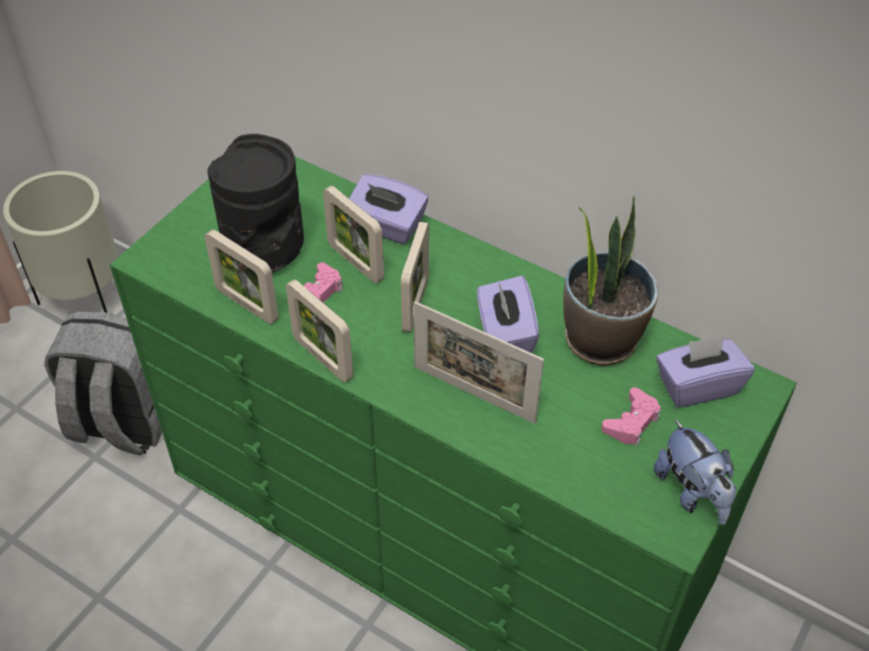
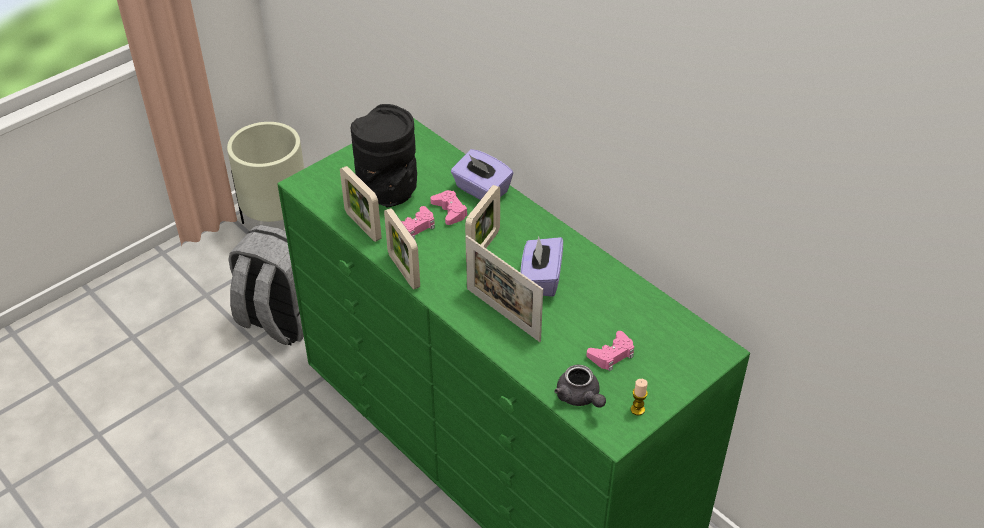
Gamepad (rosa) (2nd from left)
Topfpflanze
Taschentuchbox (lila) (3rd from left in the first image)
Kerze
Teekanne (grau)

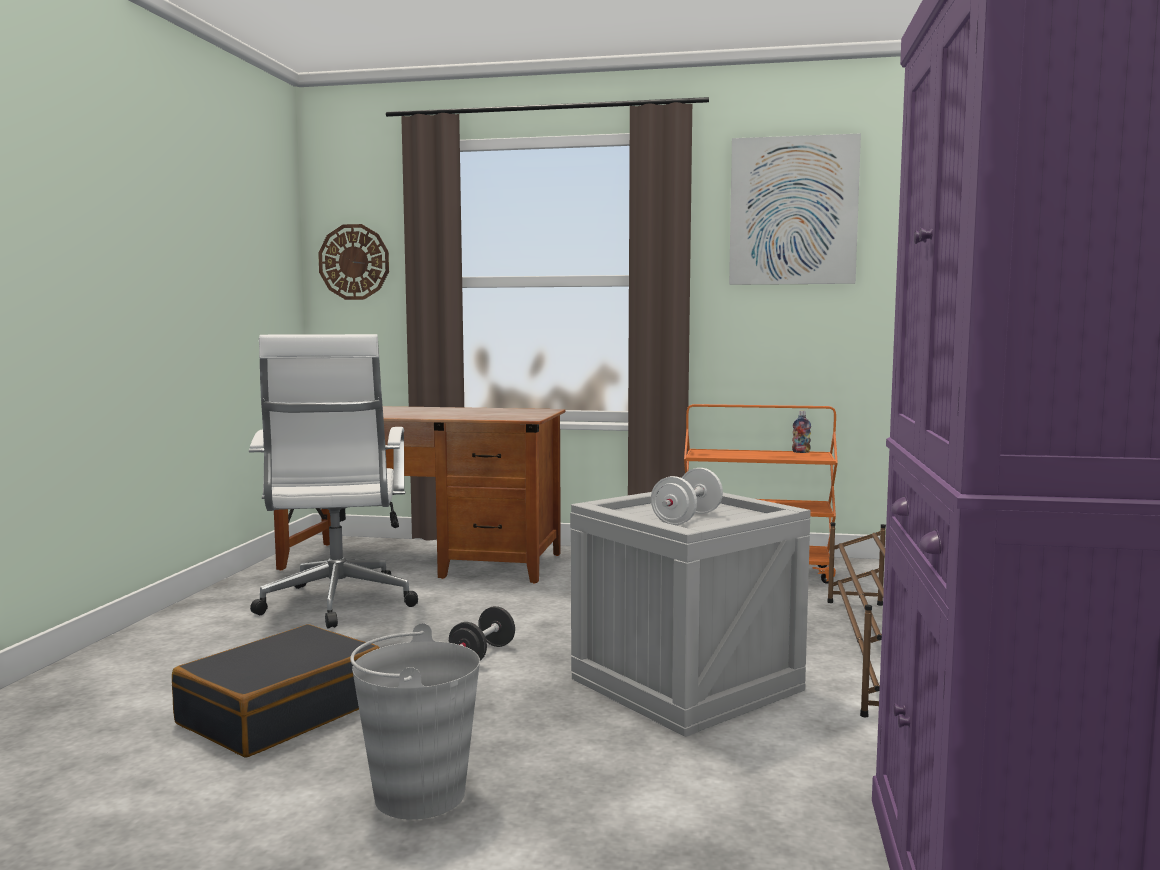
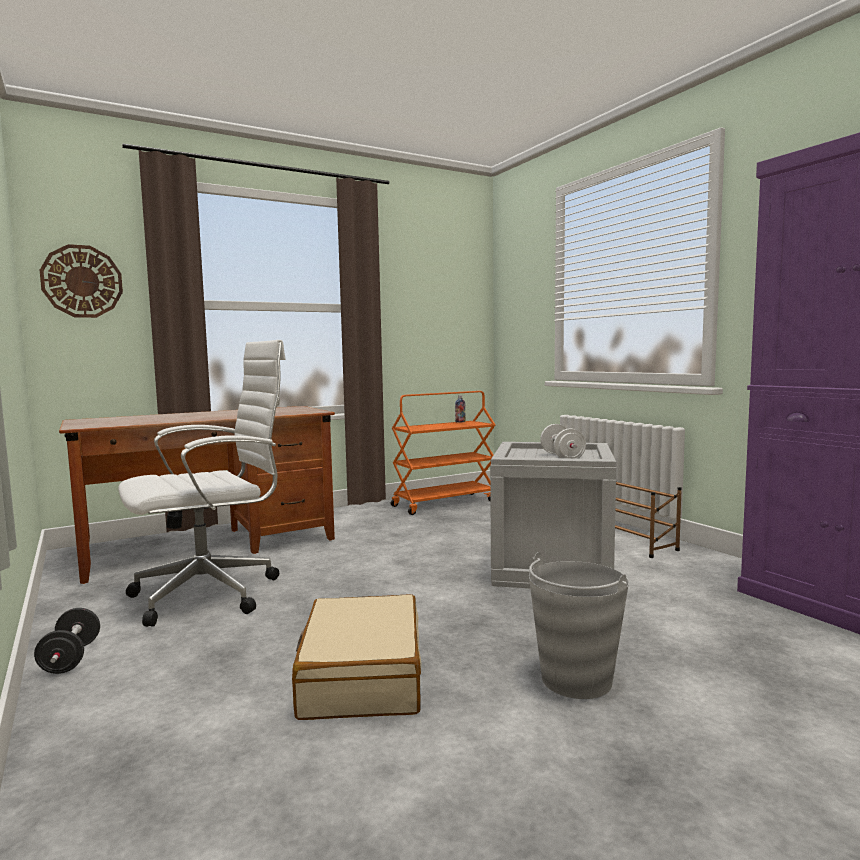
Bild
Bürostuhl (weiß)
Hantel (schwarz)
Koffer (beige)

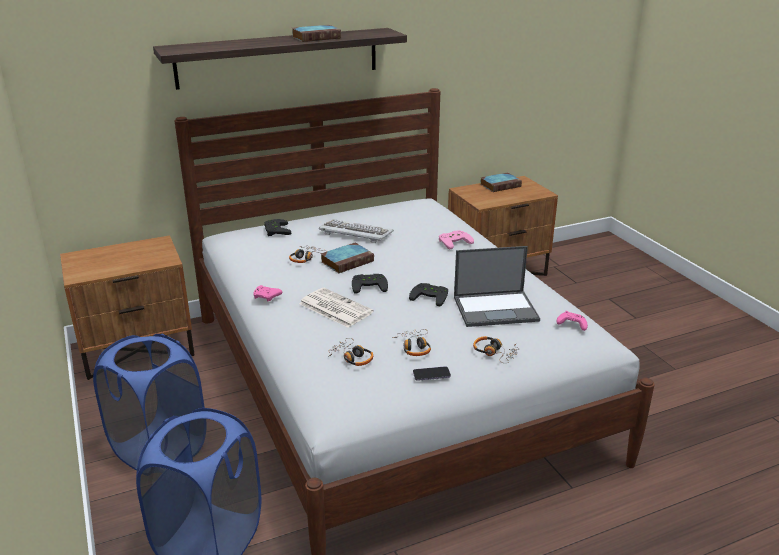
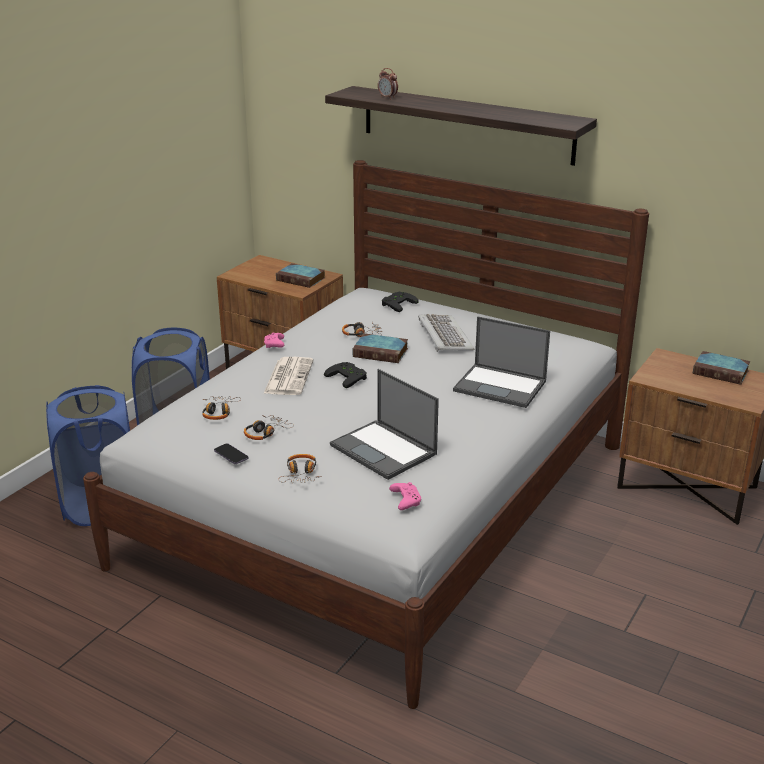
Buch (1st from left)
Laptop (2nd from left)
Gamepad (schwarz) (3rd from left in the first image)
Wecker

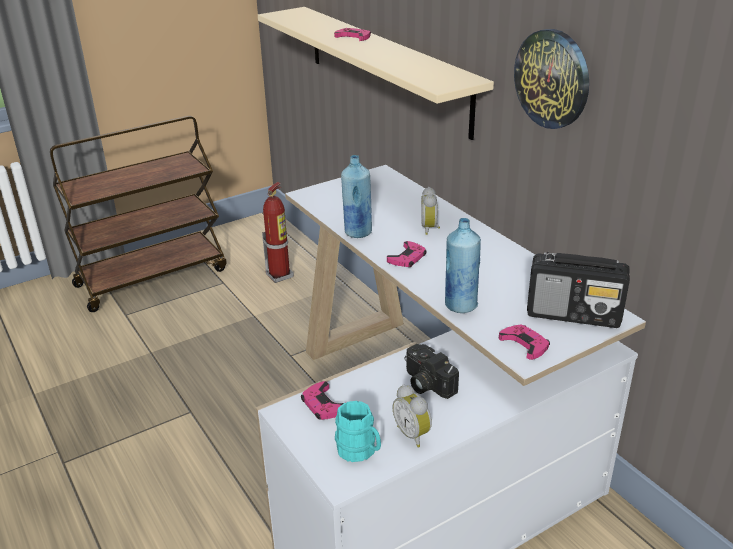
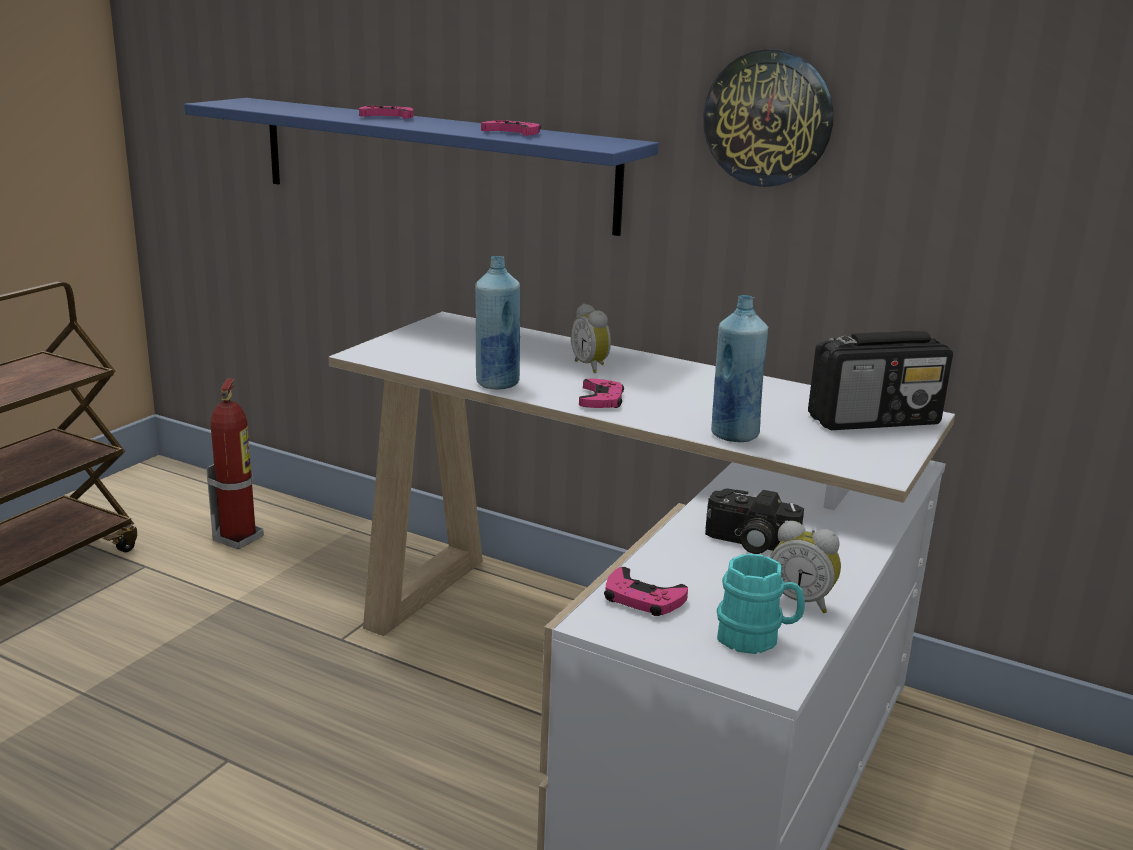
Wandregal (blau)
Gamepad (rosa) (2nd from left)

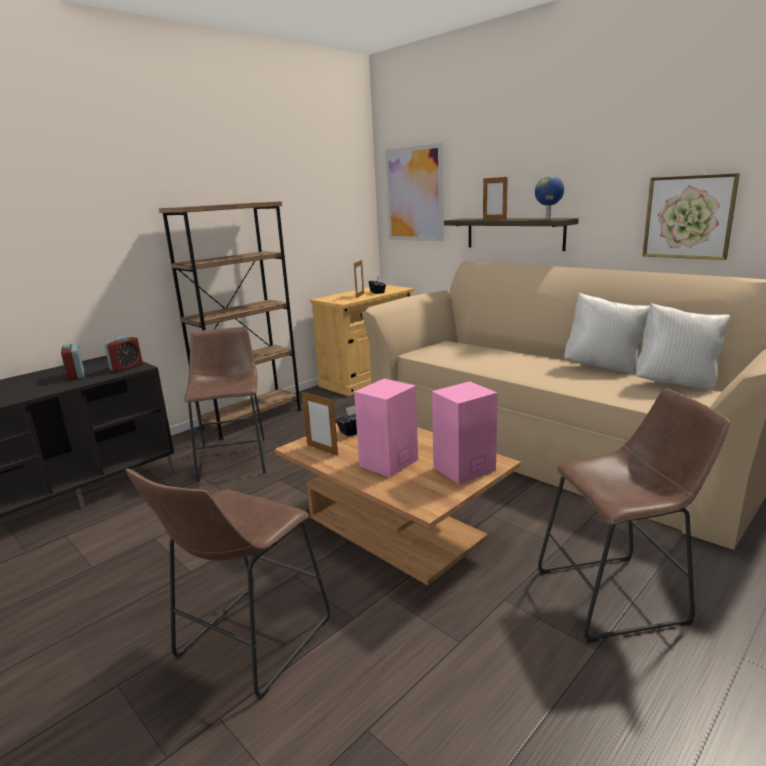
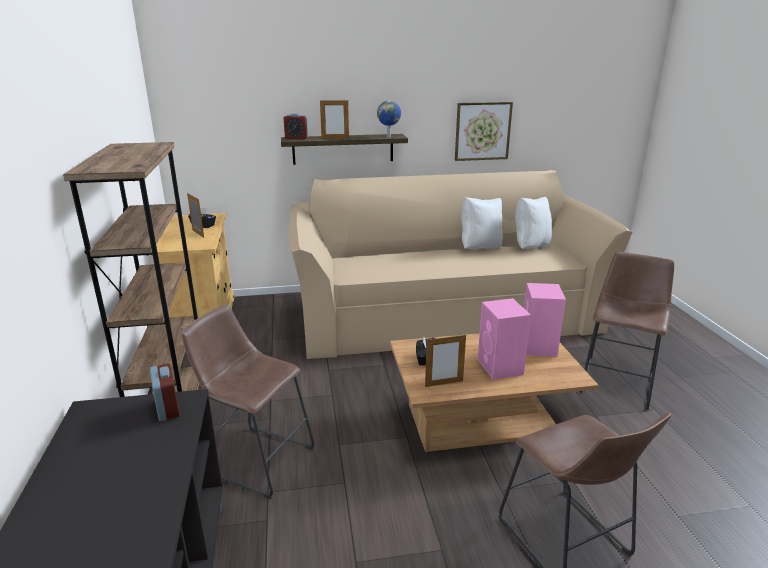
Bild (1st from left in the first image)
Wecker (2nd from left)

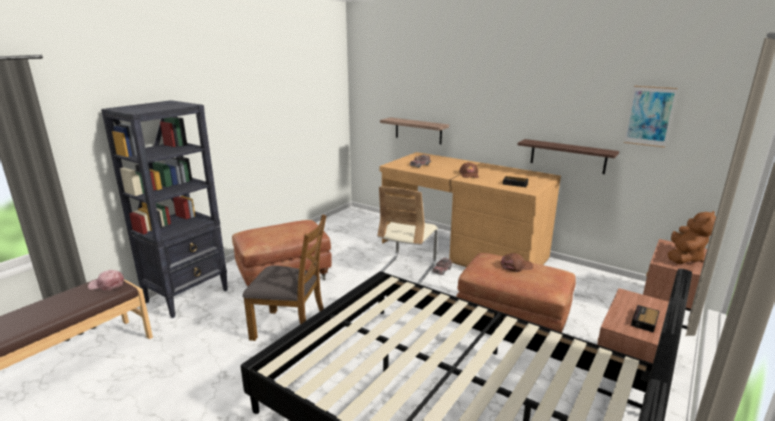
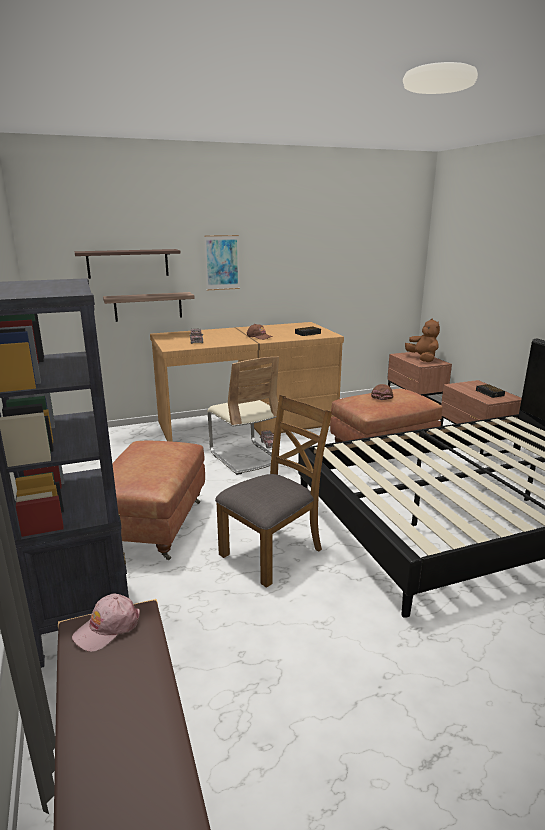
Bild
Wandregal (1st from left)

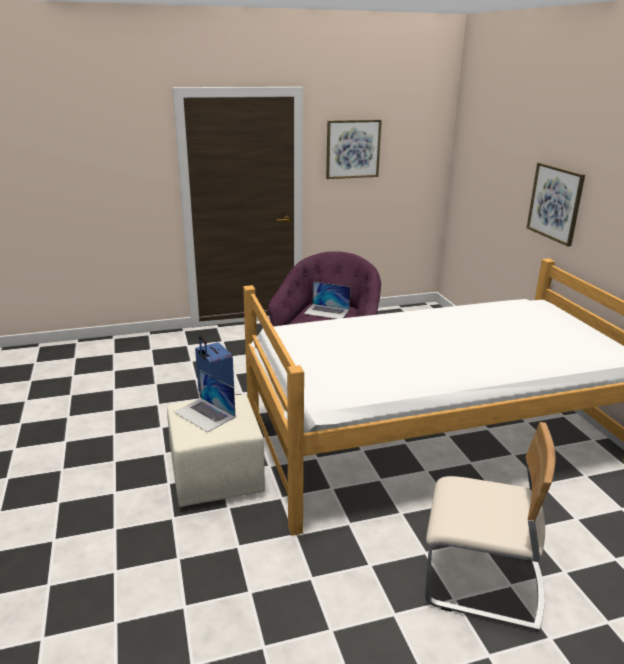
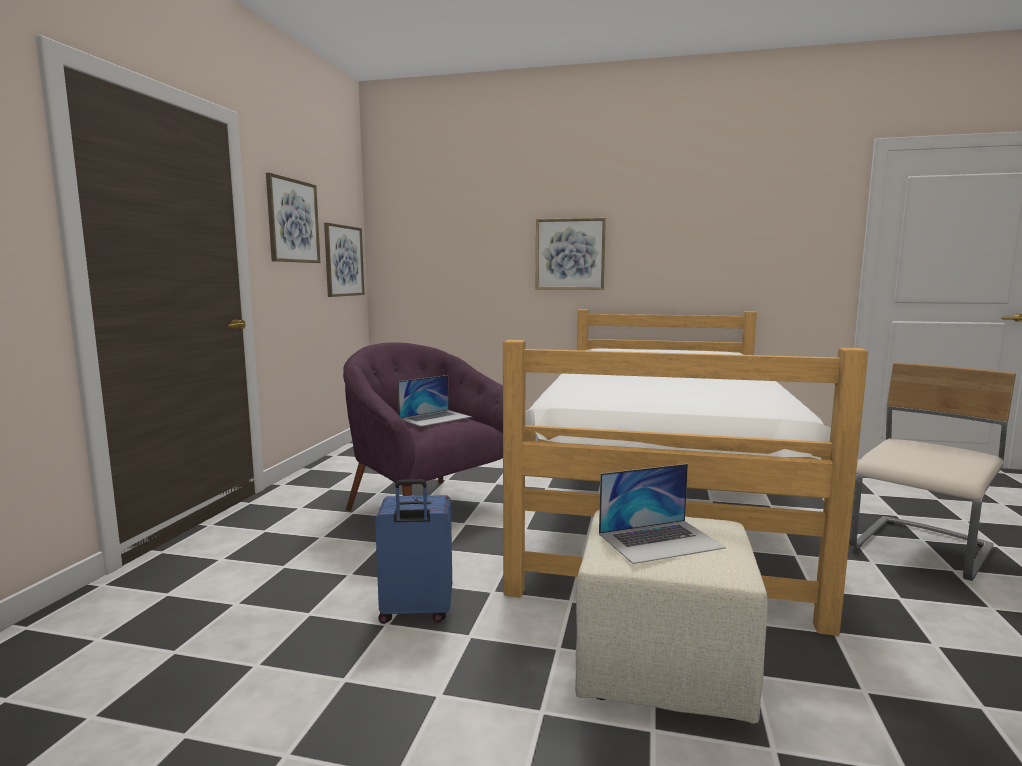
Bild (2nd from left)

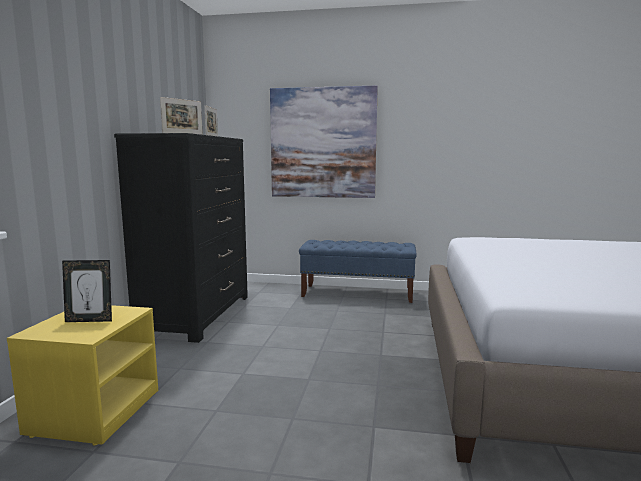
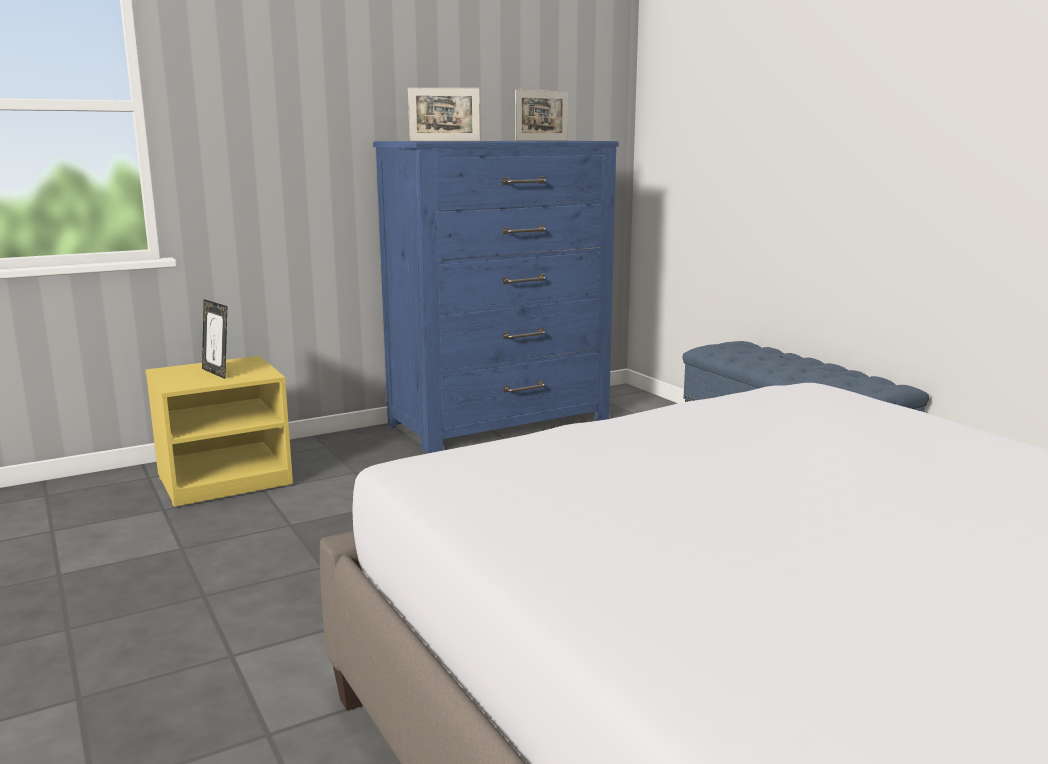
Bild
Kommode (blau)

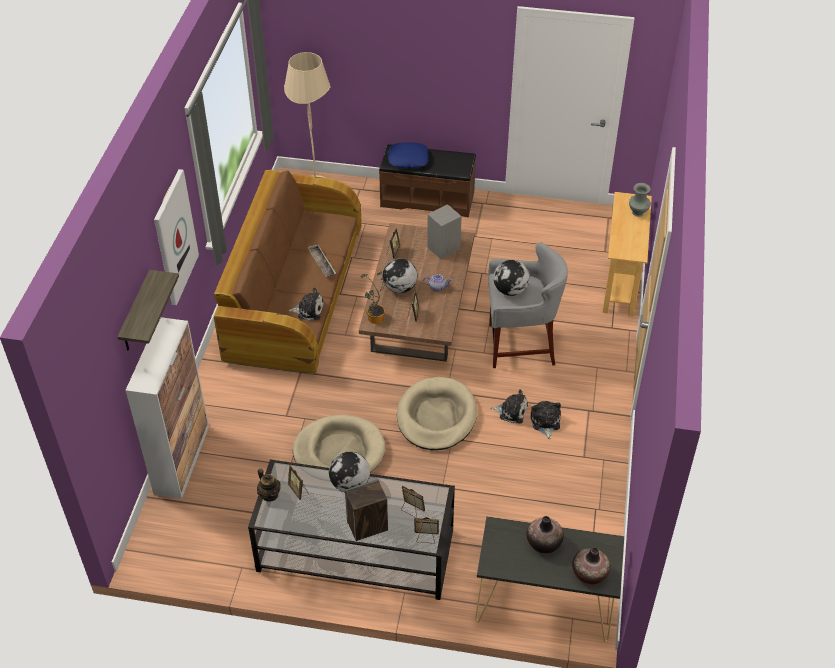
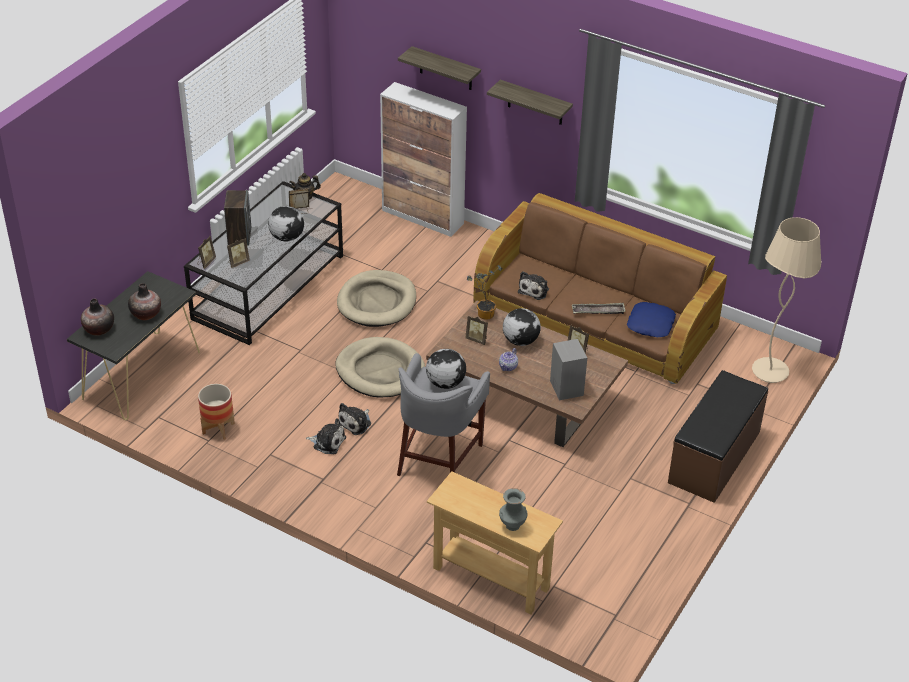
Kissen (blau)
Wandregal (2nd from left)
Pflanzkübel

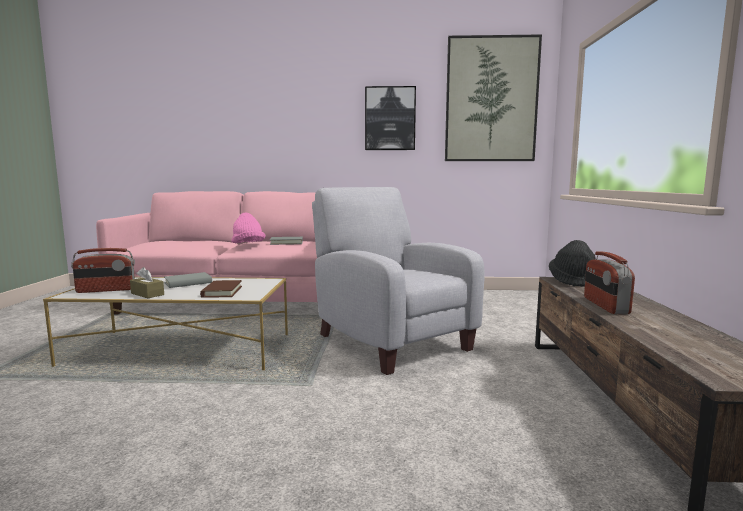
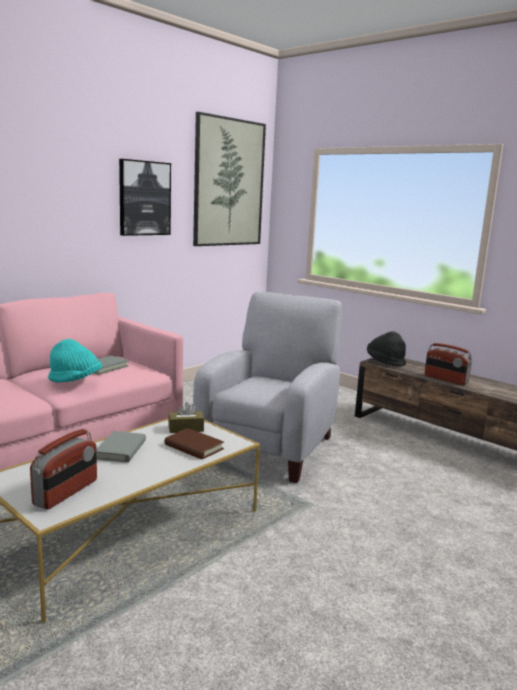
Sessel (grau)
Hut (türkis)
Taschentuchbox (braun)

